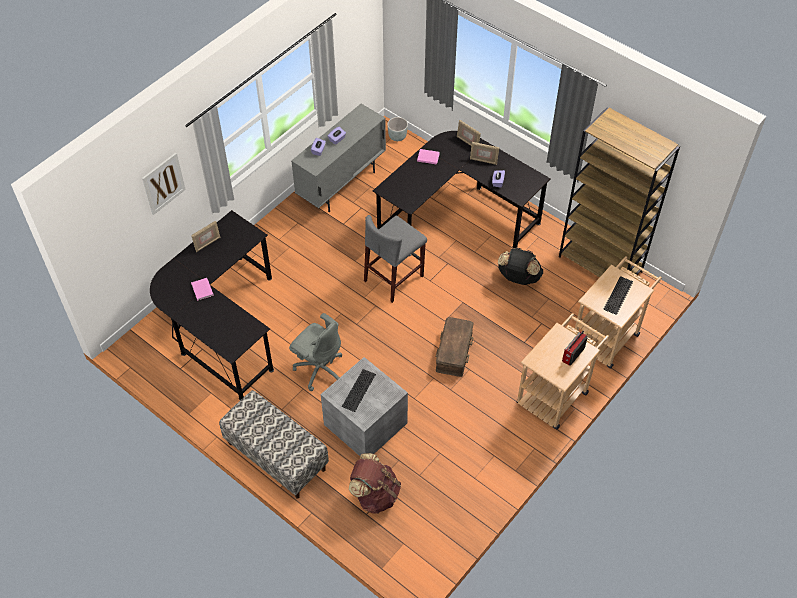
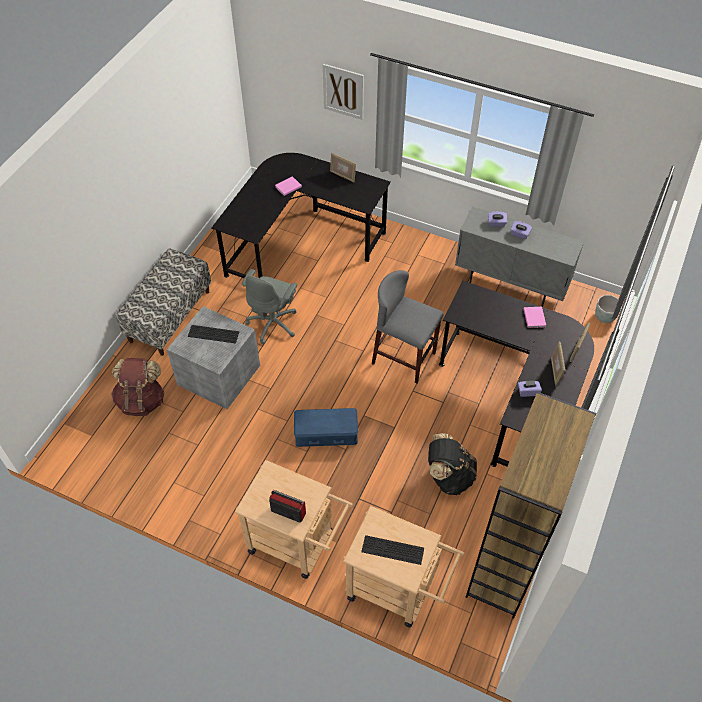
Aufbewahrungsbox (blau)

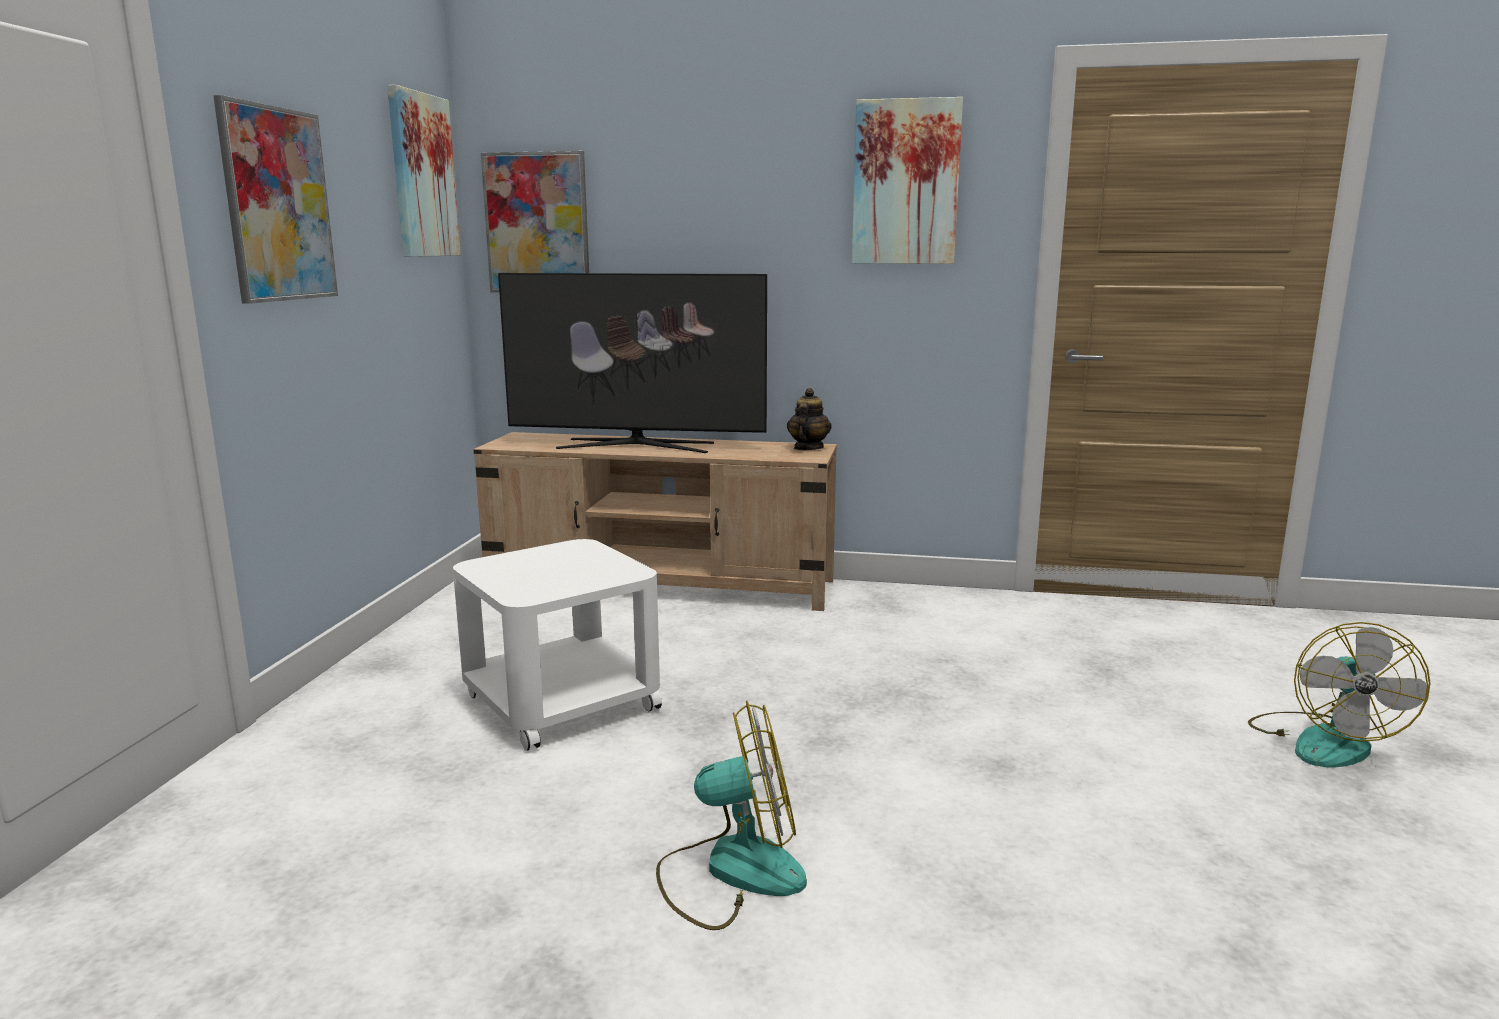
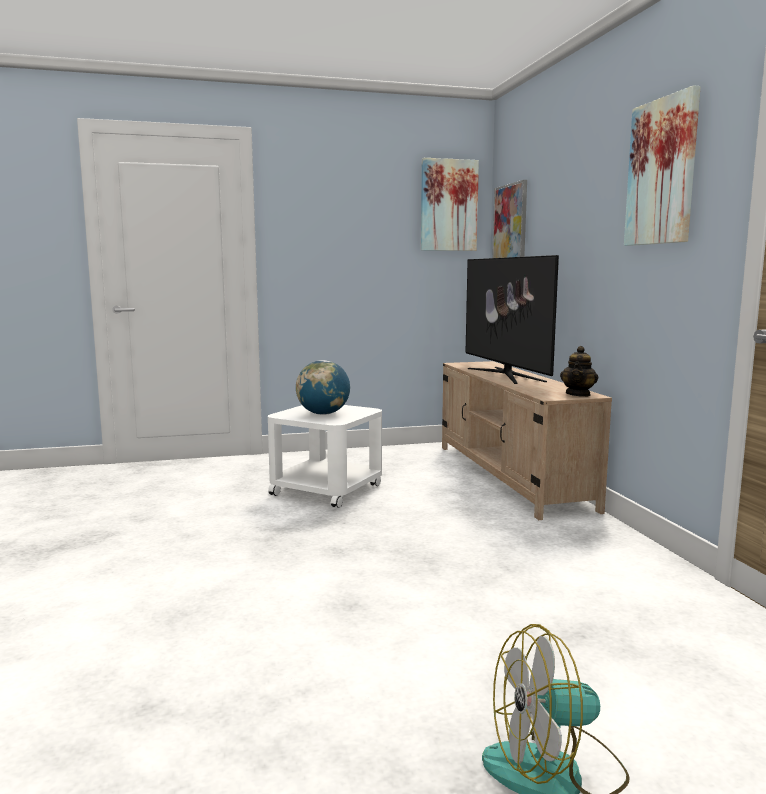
Bild (1st from left in the first image)
Teekanne
Ventilator (1st from left in the first image)
Globus

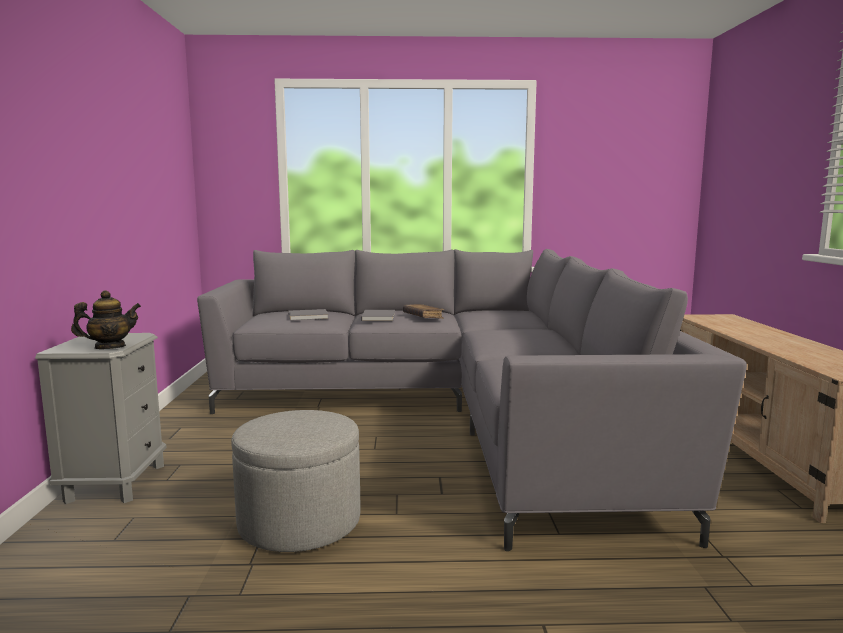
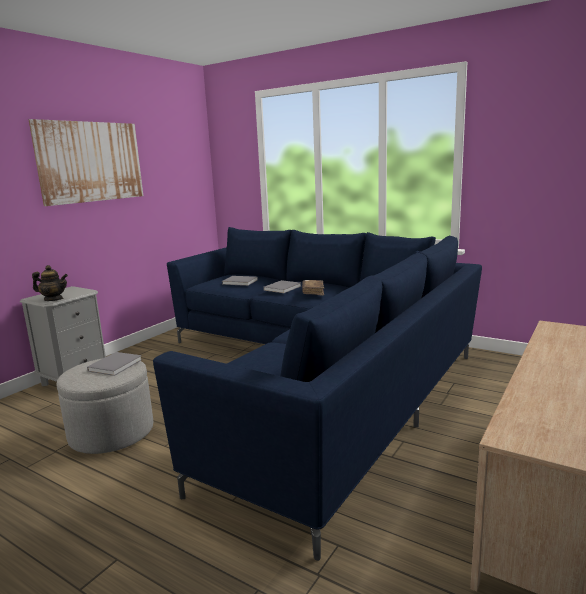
Sofa (blau)
Bild
Buch (grau) (1st from left)

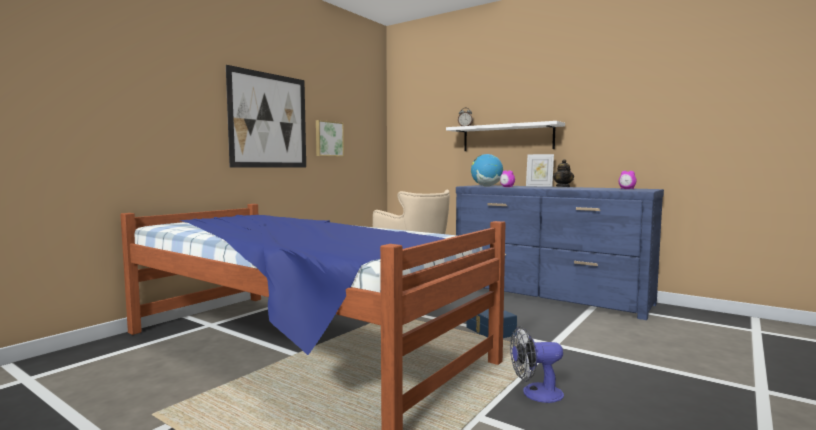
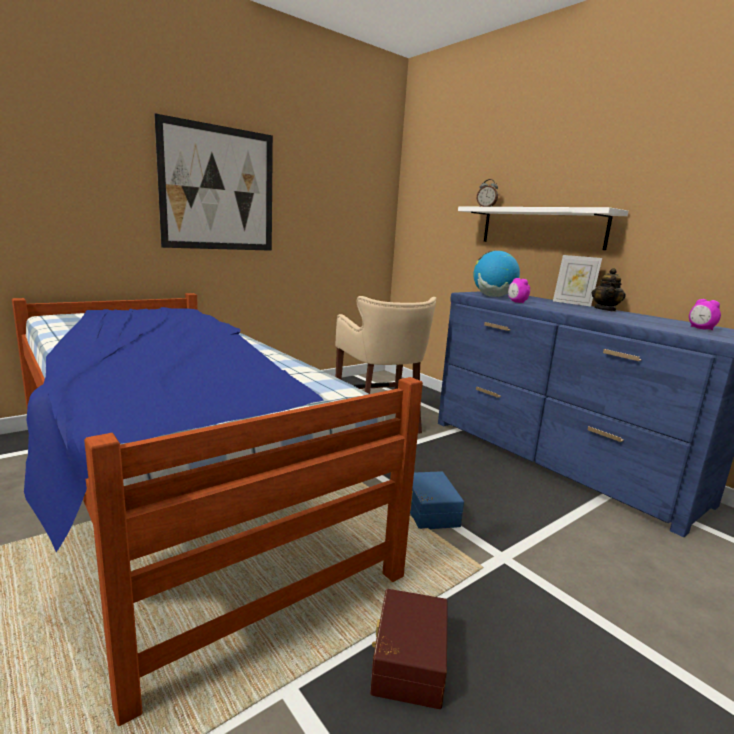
Bild (2nd from left in the first image)
Aufbewahrungsbox (braun)

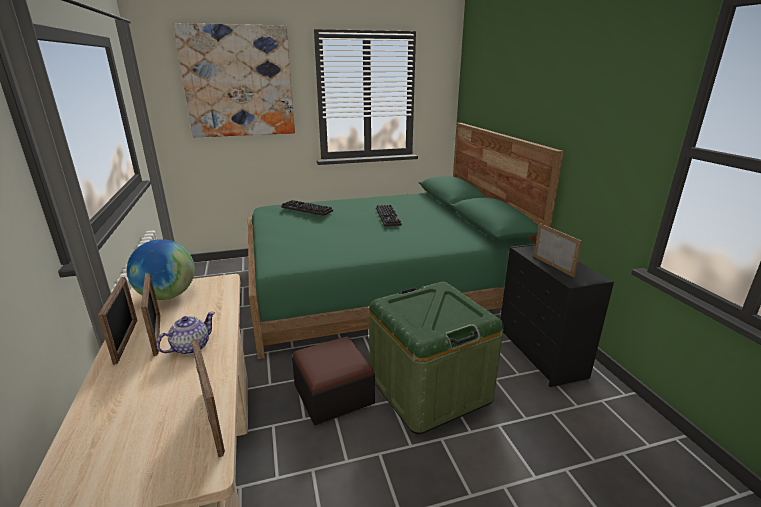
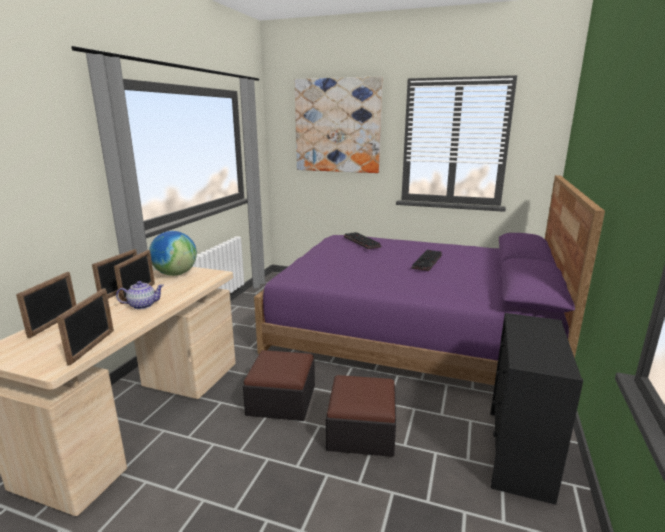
Bett (lila)
Bilderrahmen (1st from left)
Polsterhocker (2nd from left)

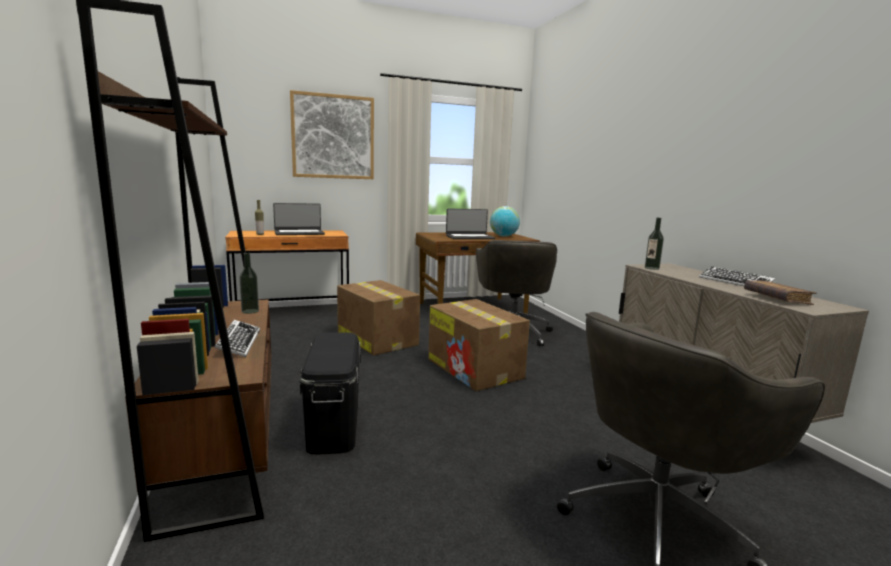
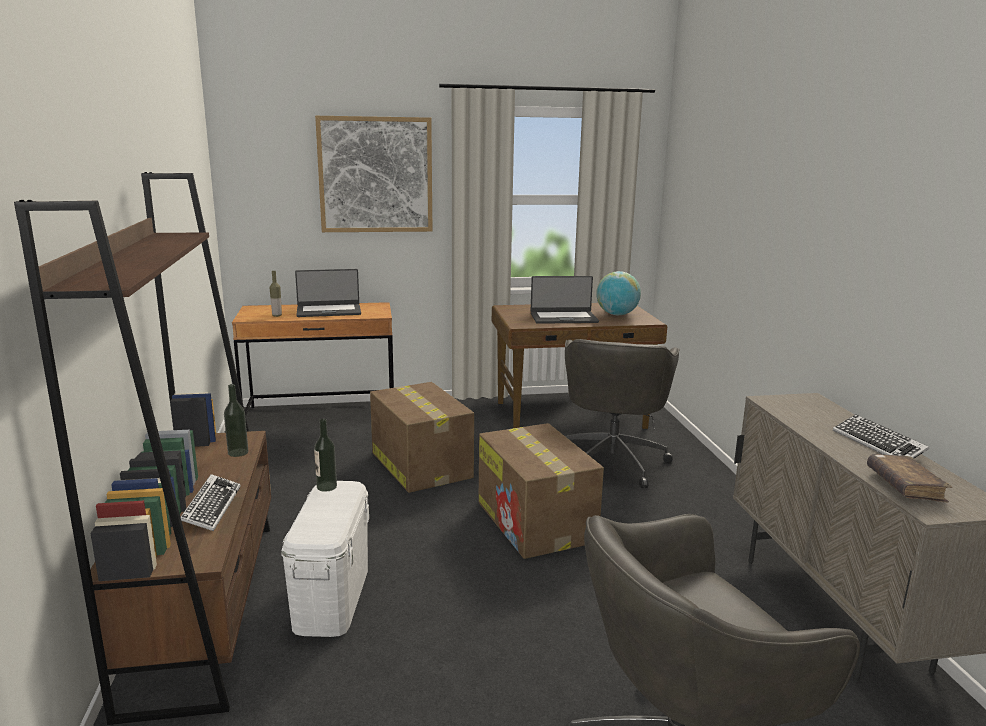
Flasche (3rd from left)
Aufbewahrungsbox (weiß)

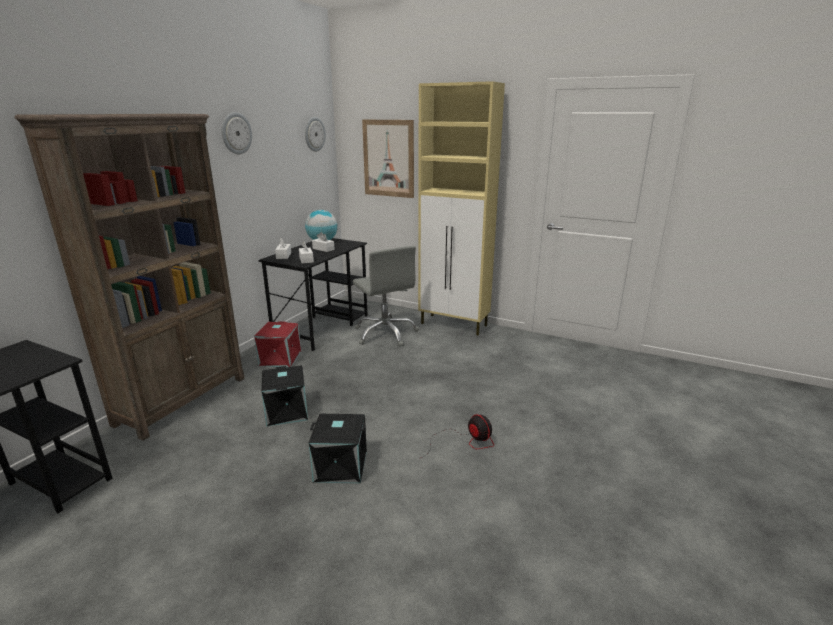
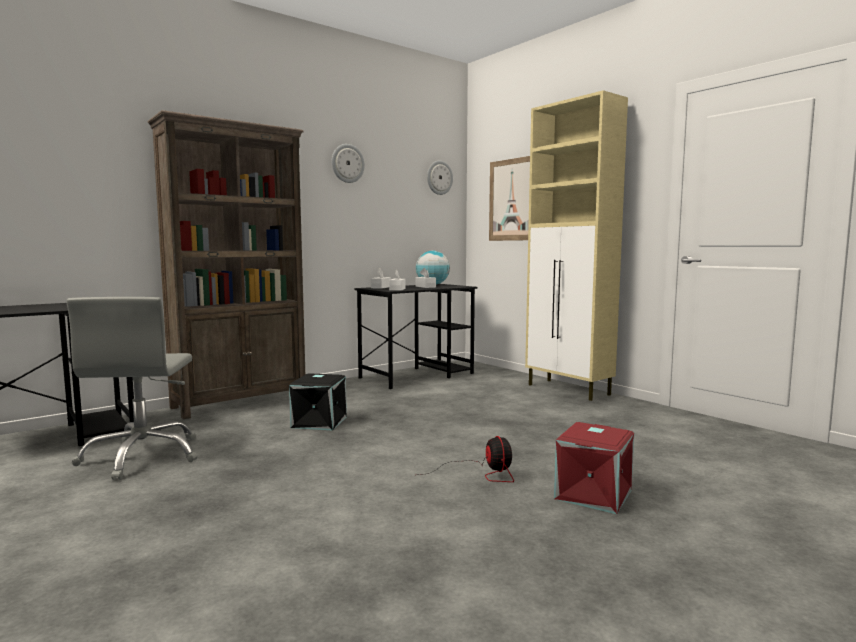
Bürostuhl (grau)
Aufbewahrungsbox (rot)
Aufbewahrungsbox (schwarz) (2nd from left in the first image)

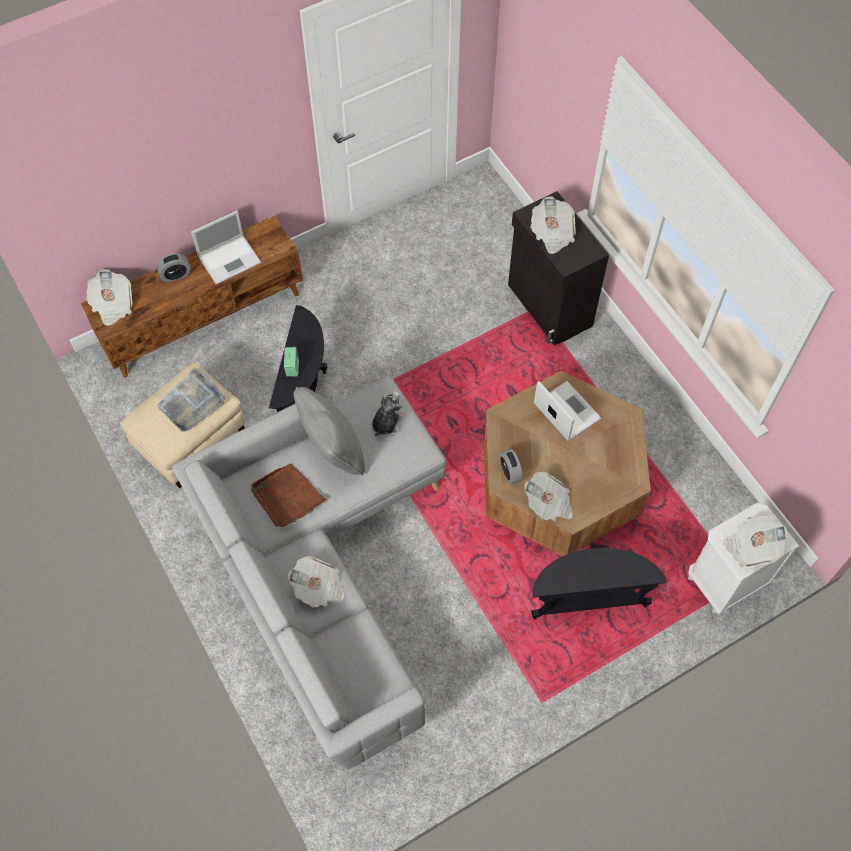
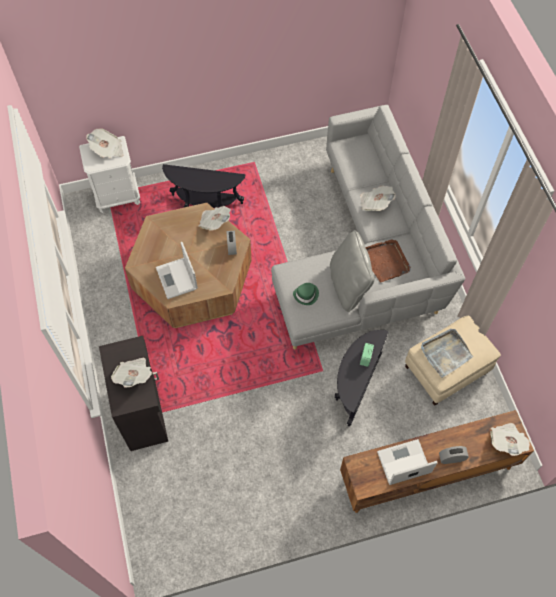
Hut (grün)

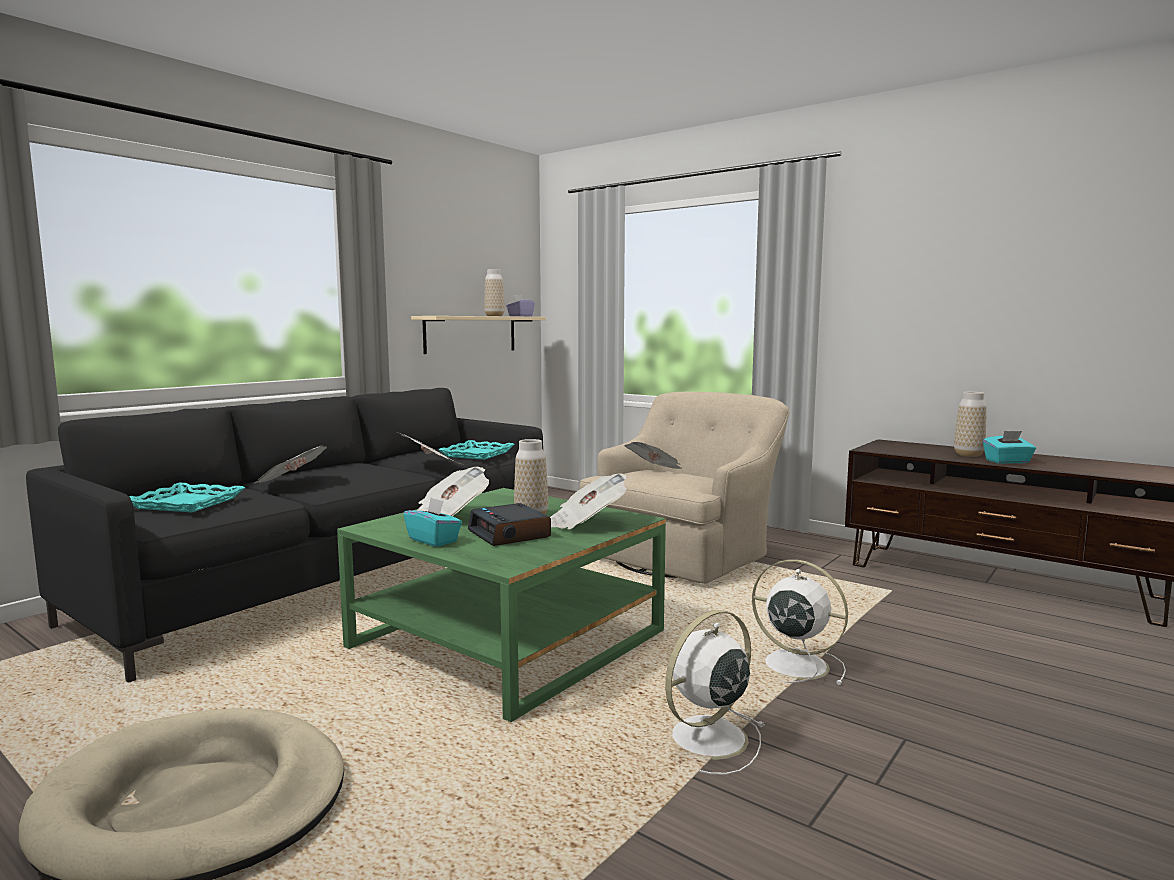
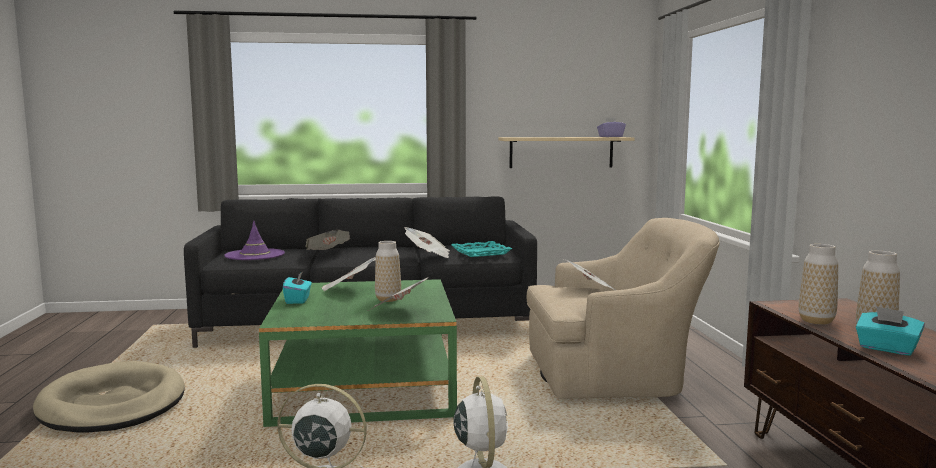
Vase (2nd from left)
Hut (lila)
Wecker

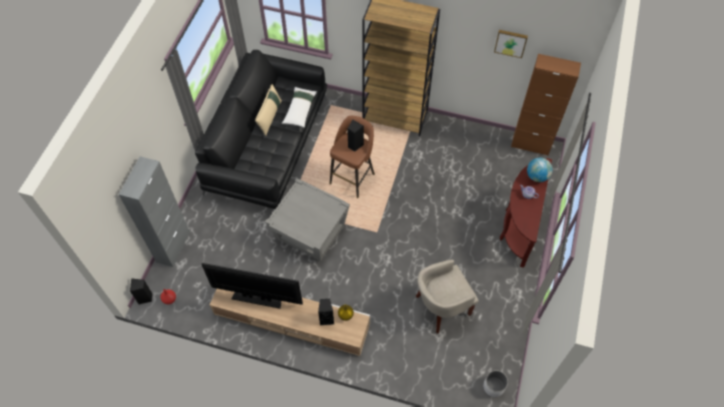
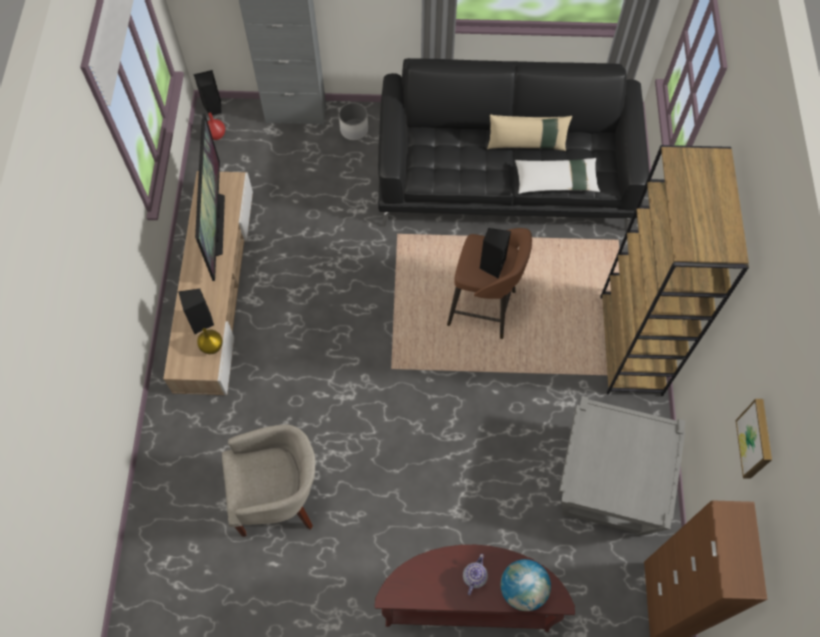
Beistelltisch (grau)
Sessel (beige)
Pflanzkübel (weiß)

